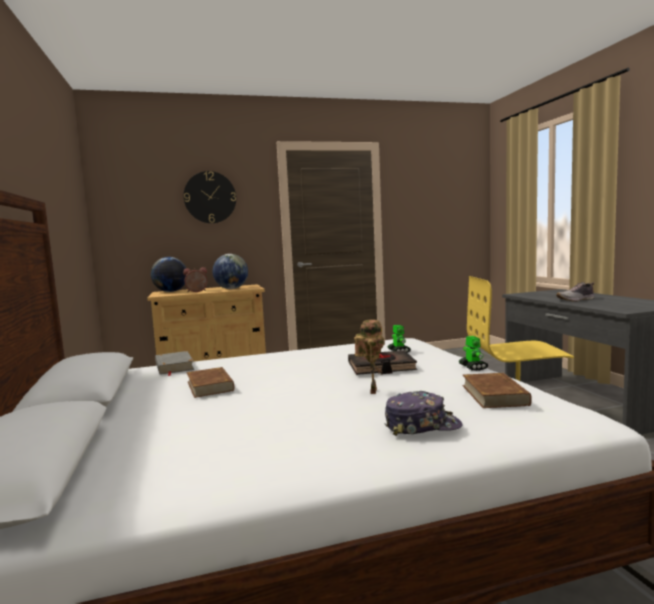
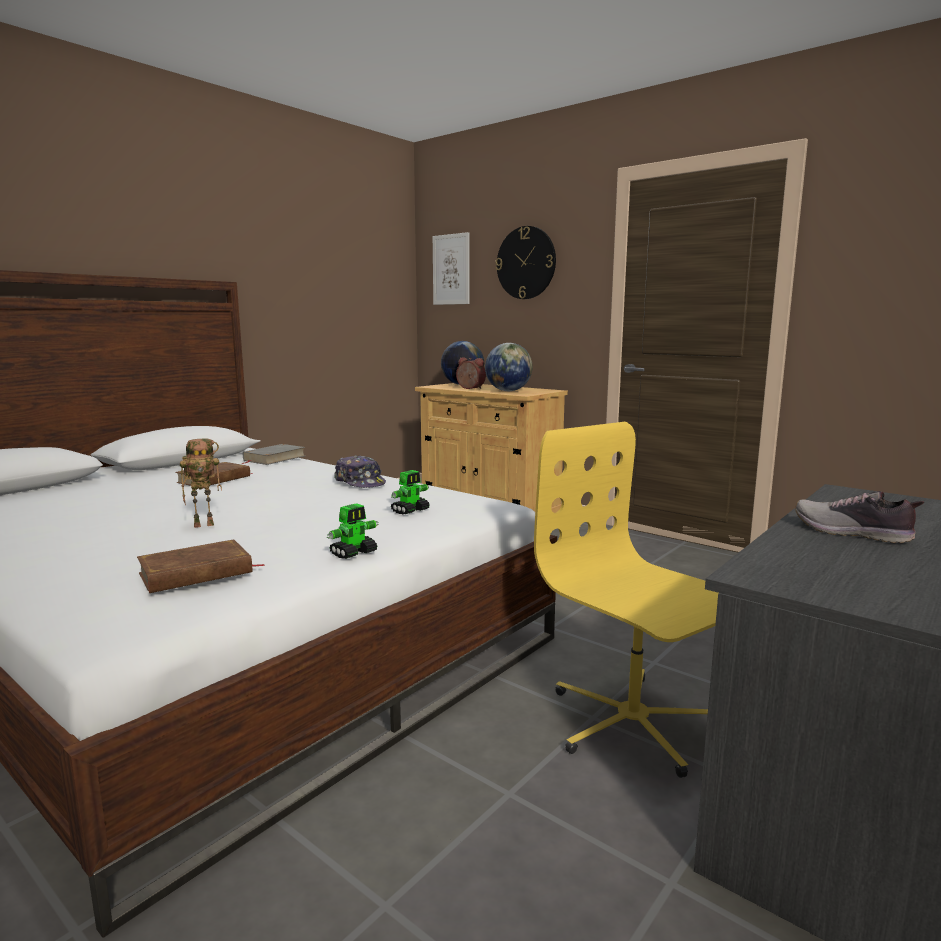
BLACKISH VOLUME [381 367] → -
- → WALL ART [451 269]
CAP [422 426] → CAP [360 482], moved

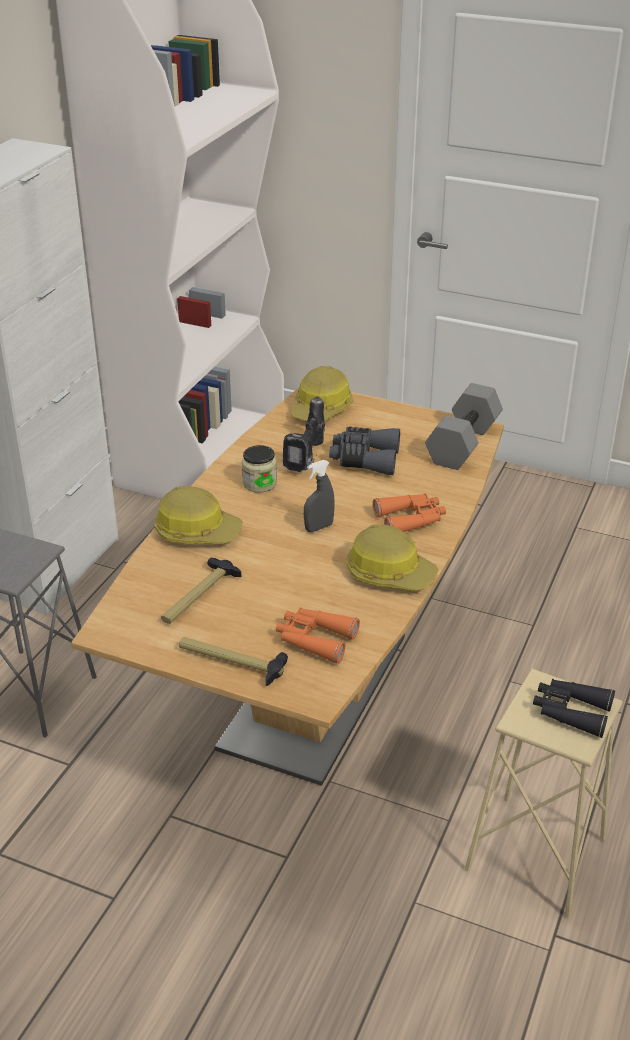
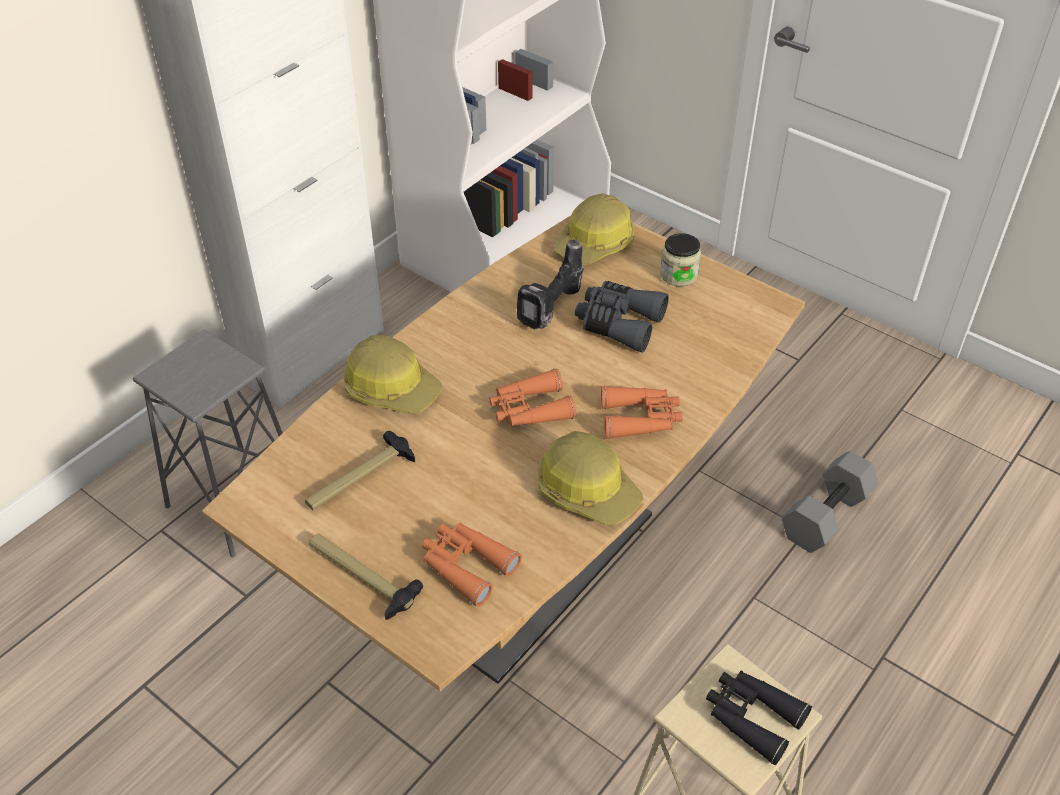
PRESERVE JAR [259 483] → PRESERVE JAR [678 275], moved
GRAY HAND WEIGHT [462 443] → GRAY HAND WEIGHT [825 514], moved
GRAY SPRAYER [319 527] → ORANGEY BINOCULARS [529 409]

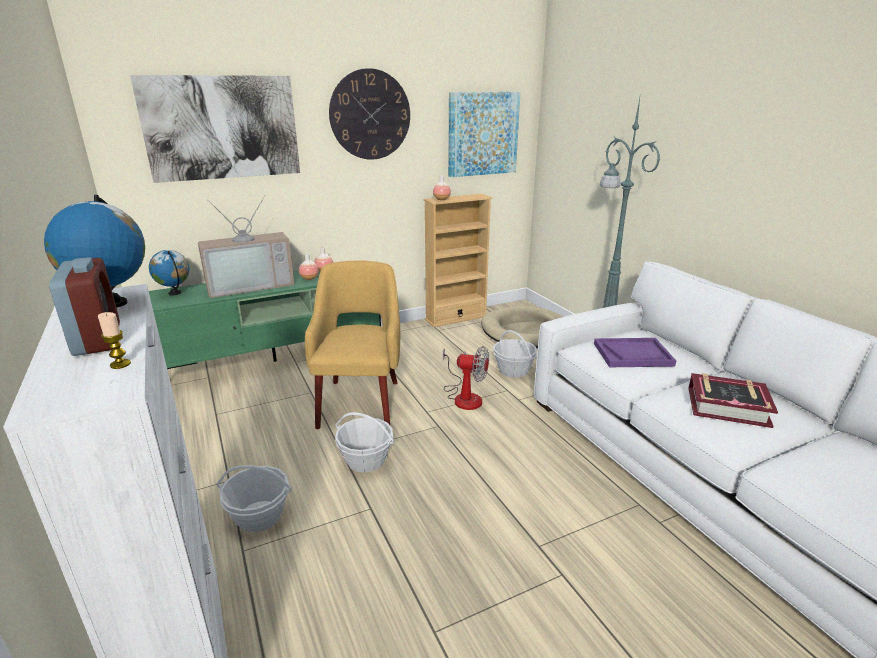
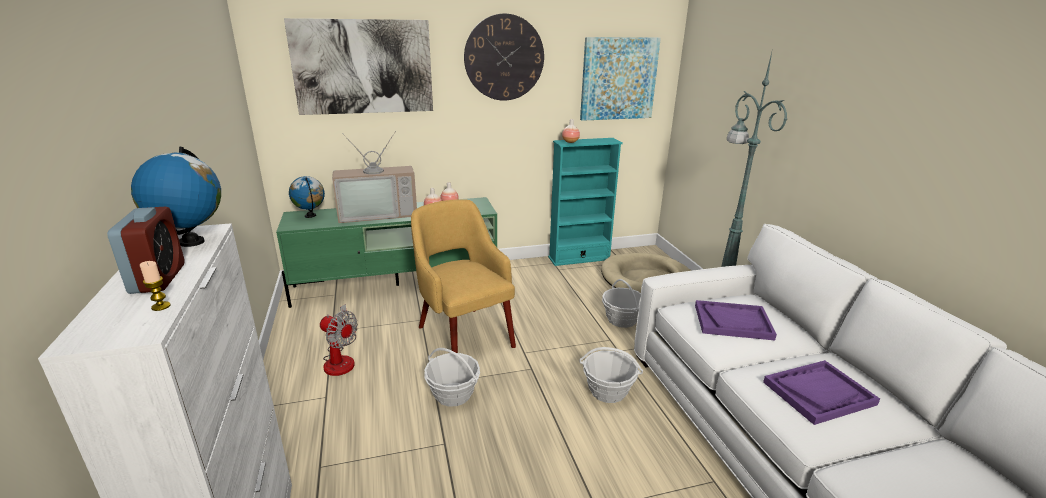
STORAGE BASKET [259 516] → STORAGE BASKET [608 391], moved
ELECTRIC FAN [464 396] → ELECTRIC FAN [341 359], moved
VOLUME [727 406] → PURPLISH CARRYING TRAY [818 393]
BEIGE SHELVING UNIT [456 318] → BLUE-GREEN SHELVING UNIT [579 258]
YELLOW-COLOURED EASY CHAIR [360 402] → YELLOW-COLOURED EASY CHAIR [464 334], 45 degrees counterclockwise

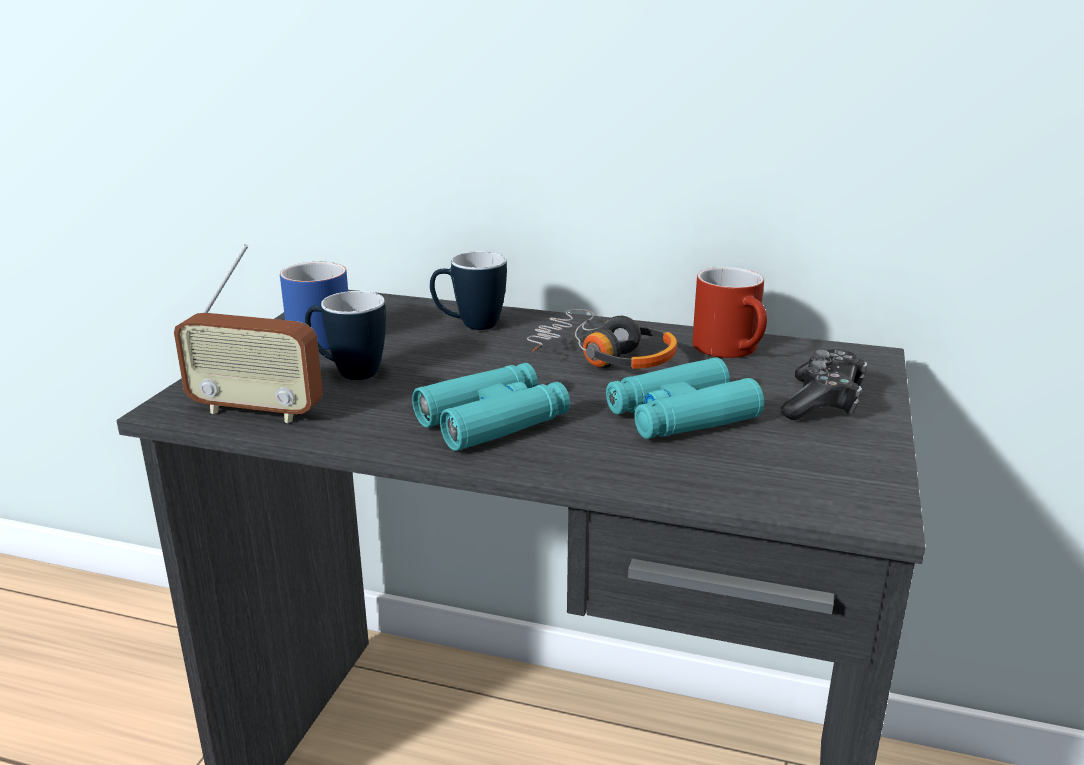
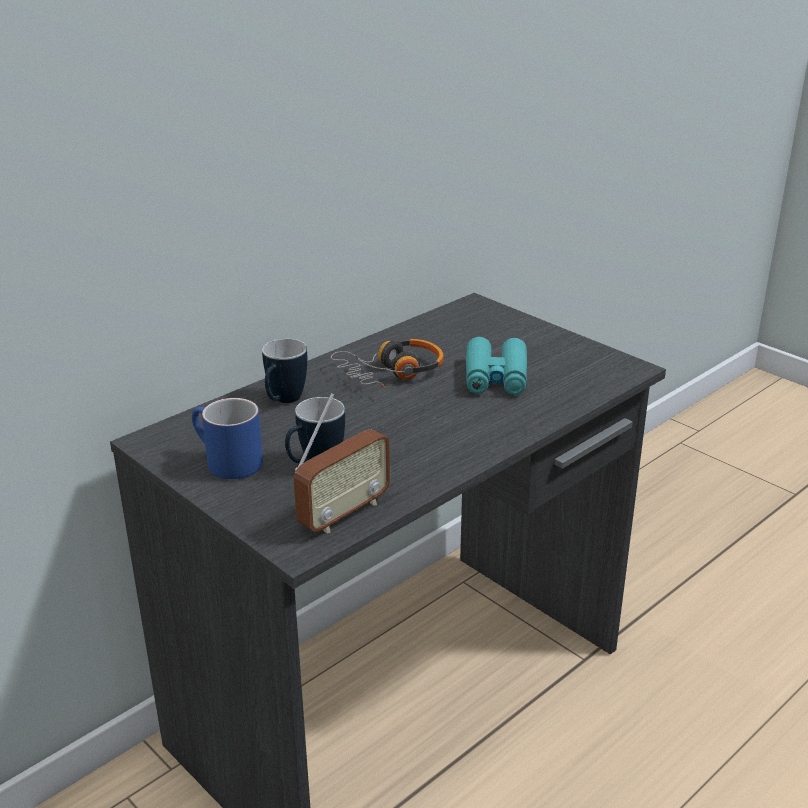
BLUE-GREEN BINOCULARS [493 420] → -
REDDISH MUG [734 350] → -
JOYPAD [823 402] → -

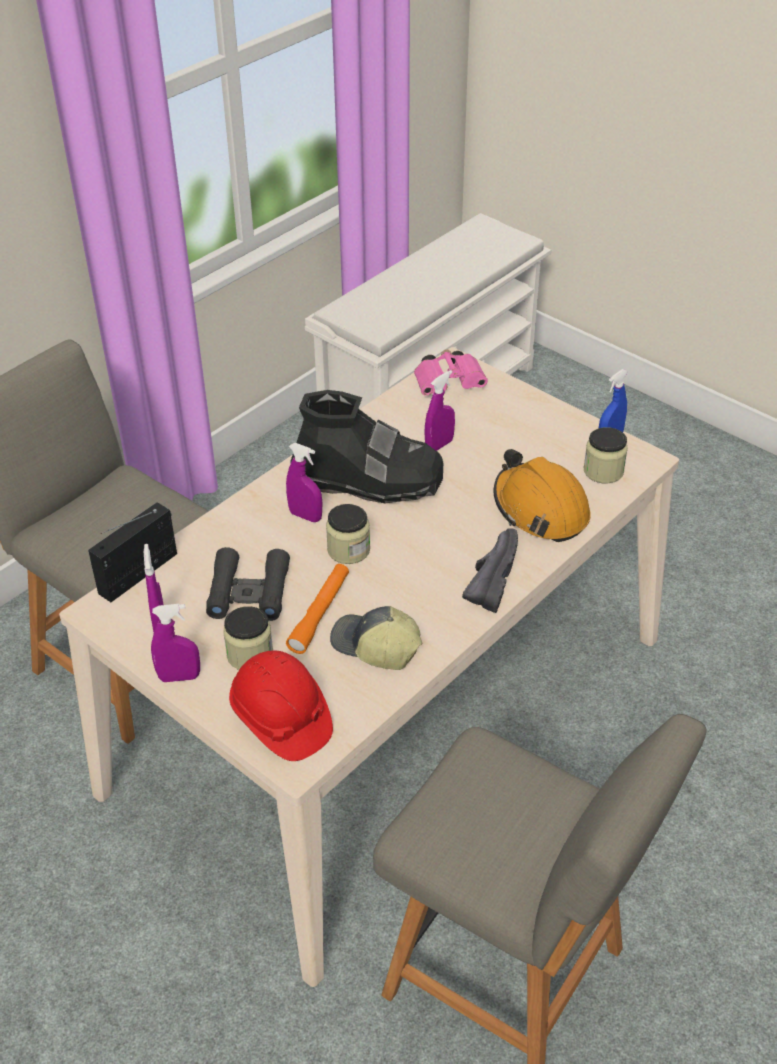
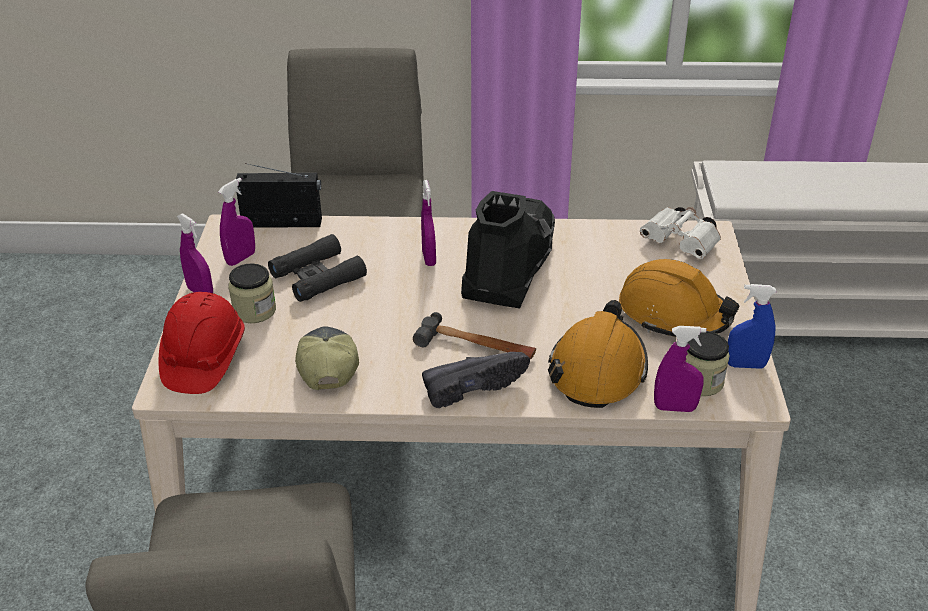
ORANGEY TORCH [320 614] → -
PRESERVE JAR [348 550] → -
- → TOOL HAMMER [476 346]
- → ORANGEY WORK HELMET [674 314]
PURPLISH SPRAYER [439 445] → PURPLISH SPRAYER [675 408], moved
PINKISH BINOCULARS [451 384] → WHITE BINOCULARS [682 244]
BLACKISH TALL BOOT [369 479] → BLACKISH TALL BOOT [509 265], 135 degrees counterclockwise

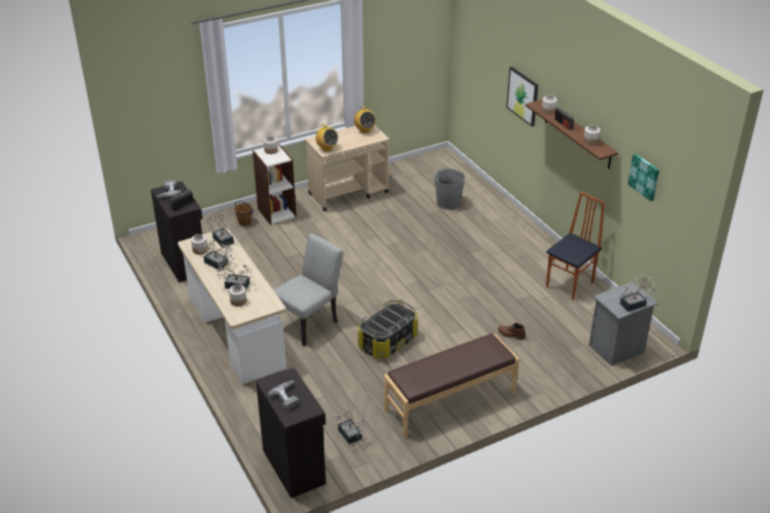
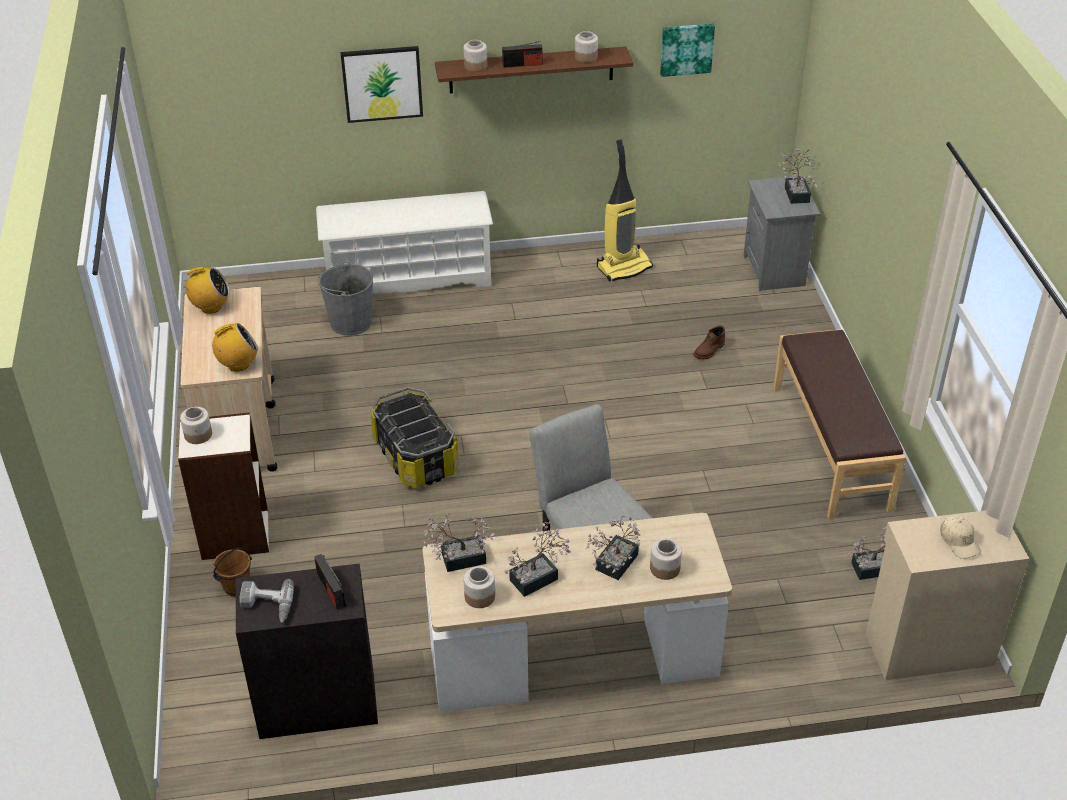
- → WHITE SHOE STAND [409 277]
STORAGE BOX [387 341] → STORAGE BOX [415 457], moved
POWER DRILL [288 397] → BEIGE CAP [959 541]
UPRIGHT CHAIR [570 285] → VACUUM [624 267]
BLACKISH CUPBOARD [294 466] → BEIGE CUPBOARD [927 647]

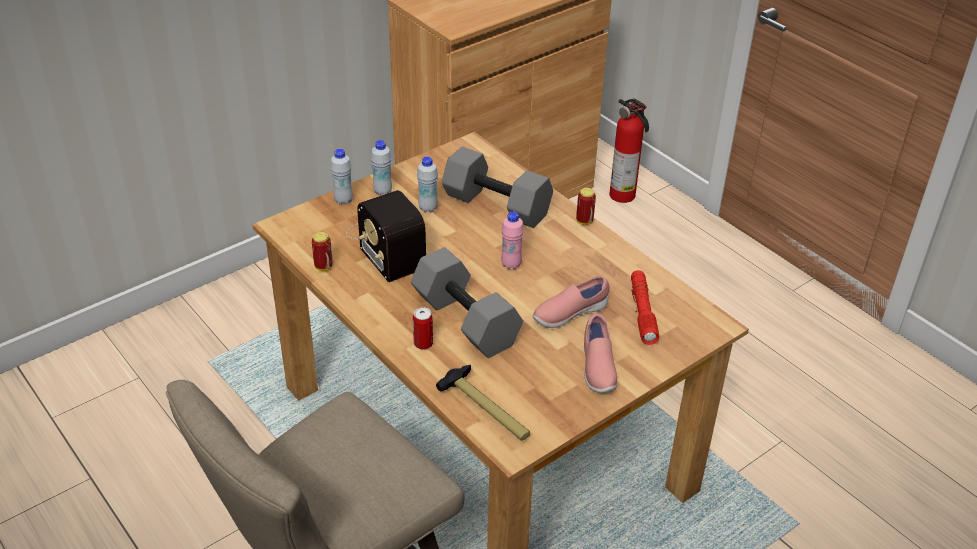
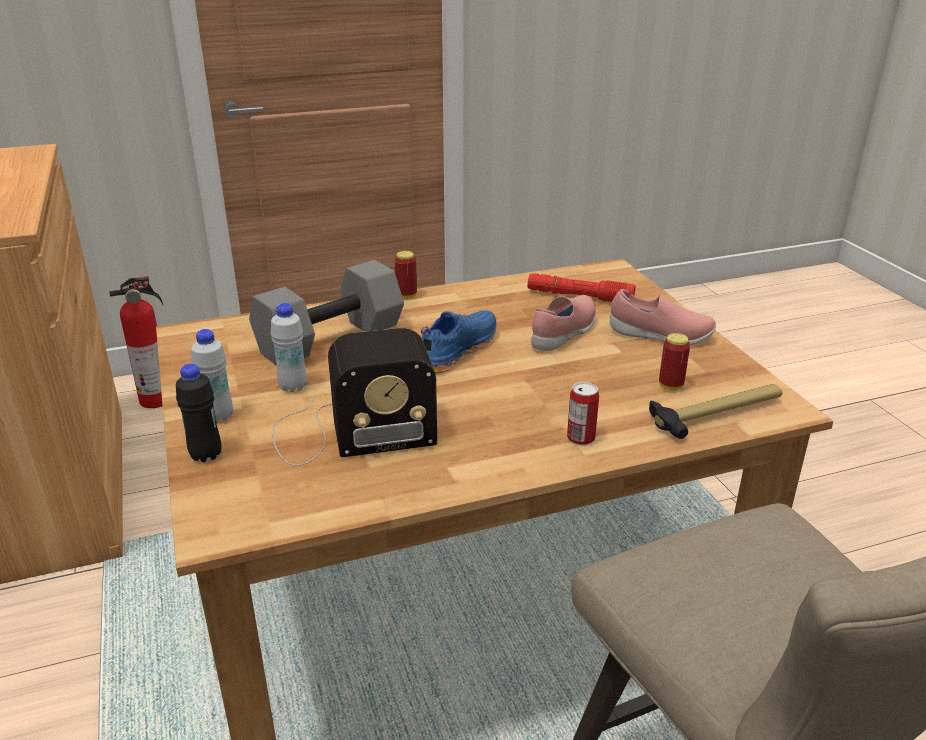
GRAY HAND WEIGHT [463 320] → -
CAN [323 267] → CAN [670 386], moved
PINKISH BOTTLE [511 264] → BLUE-COLOURED LOW SHOE [455 351]
WHITE BOTTLE [343 200] → BLACKISH BOTTLE [206 455]
PINKISH LOW SHOE [569 314] → PINKISH LOW SHOE [564 334], 135 degrees counterclockwise

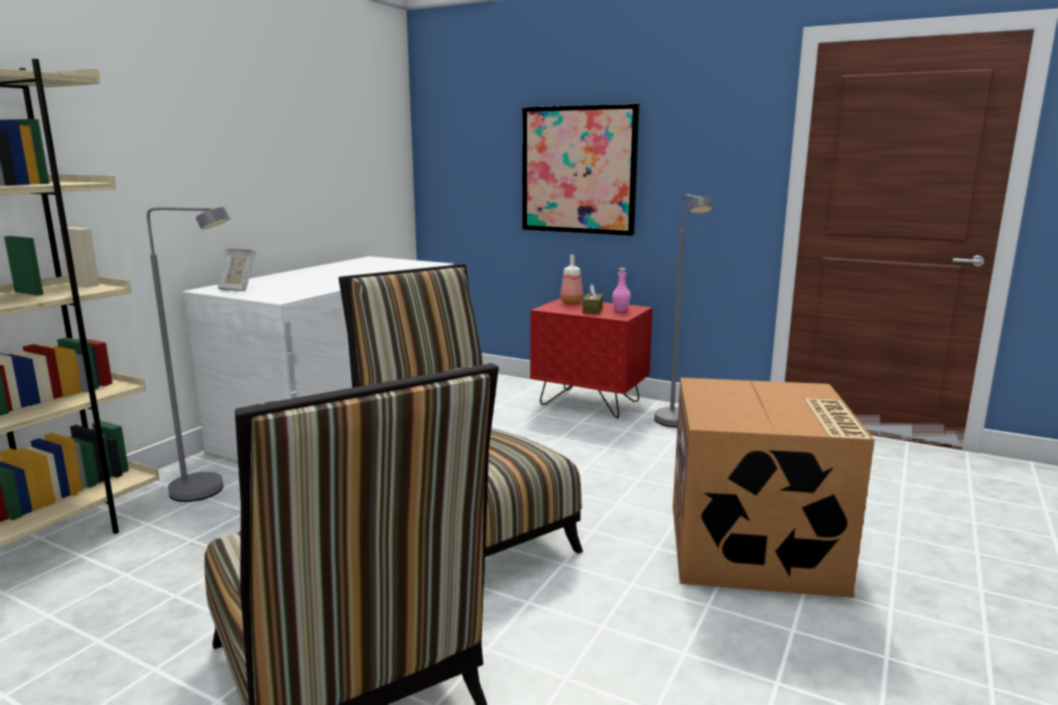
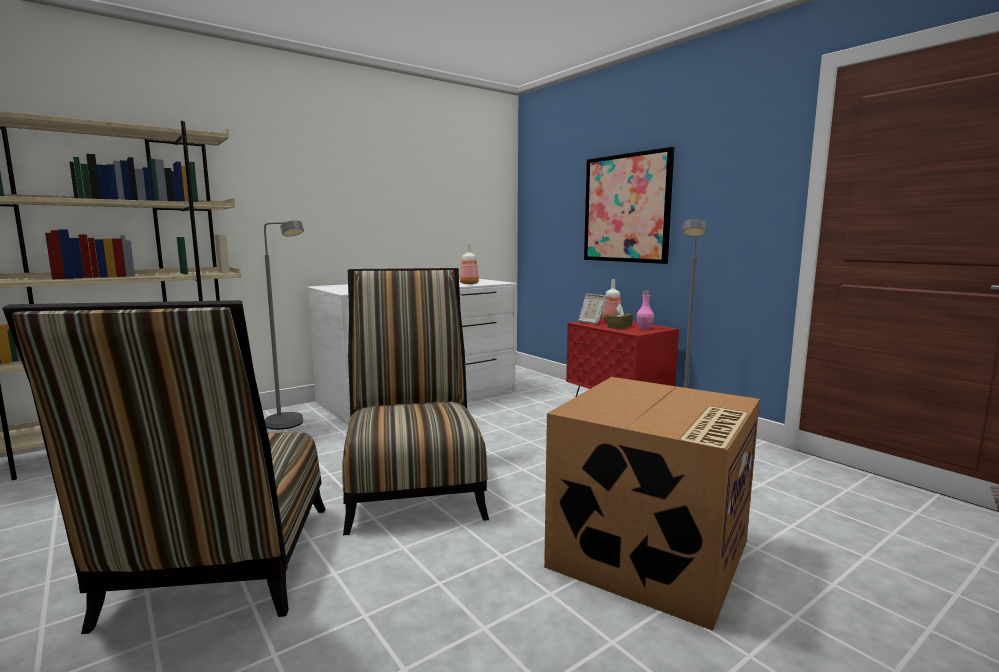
- → BOTTLE [469 283]
STANDING FRAME [238 289] → STANDING FRAME [591 322], moved

